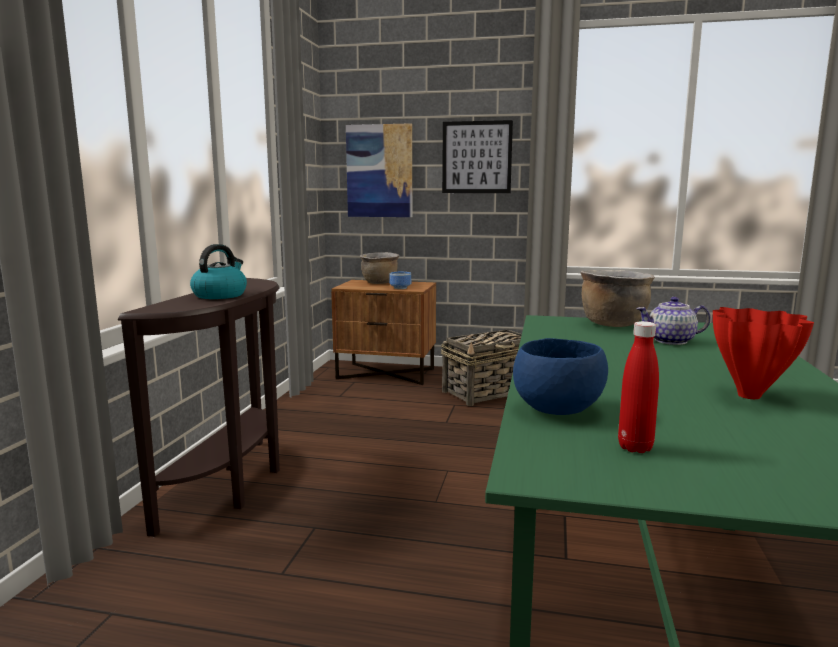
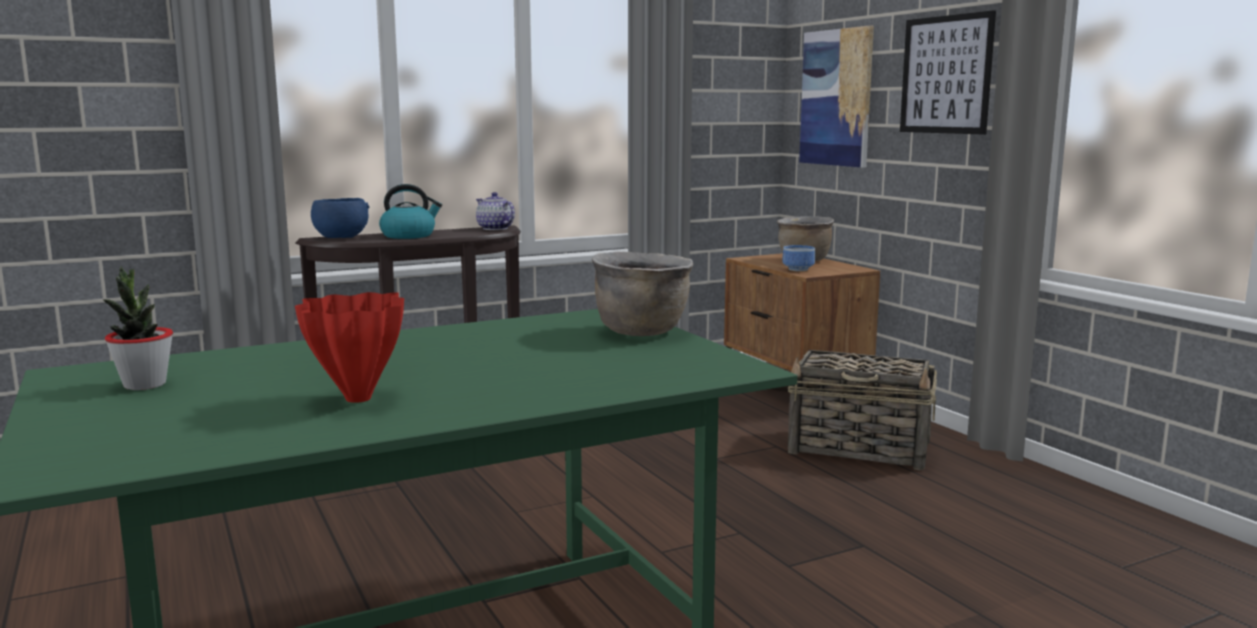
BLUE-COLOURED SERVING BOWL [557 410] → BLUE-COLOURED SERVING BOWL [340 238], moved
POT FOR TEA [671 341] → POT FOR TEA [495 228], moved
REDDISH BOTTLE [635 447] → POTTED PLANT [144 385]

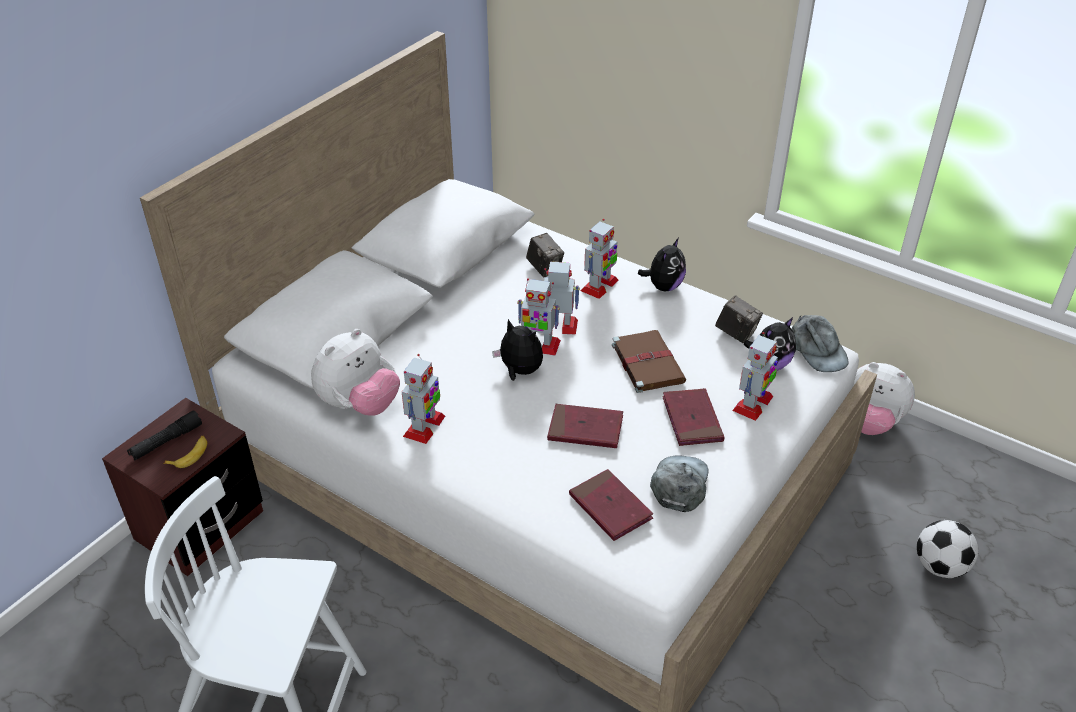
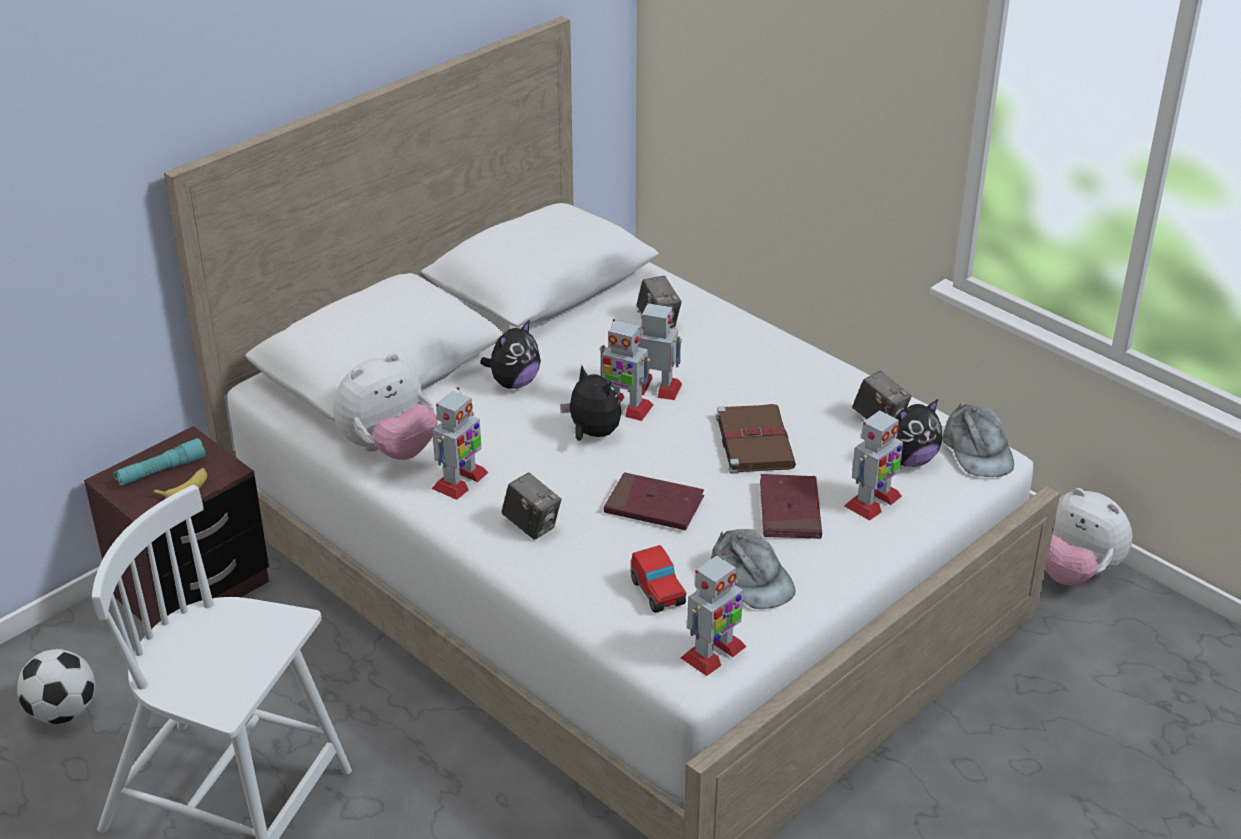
- → STILL CAMERA [532 525]
ROBOT FIGURE [599 286] → ROBOT FIGURE [713 653], moved
CUDDLY TOY [663 286] → CUDDLY TOY [513 383], moved
BALL FOR FOOTBALL [940 566] → BALL FOR FOOTBALL [63 712], moved
REDDISH VOLUME [610 507] → MODEL CAR [658 593]
BLACKISH TORCH [166 442] → BLUE-GREEN TORCH [161 471]
GRAY CAP [679 484] → GRAY CAP [750 578], 120 degrees clockwise

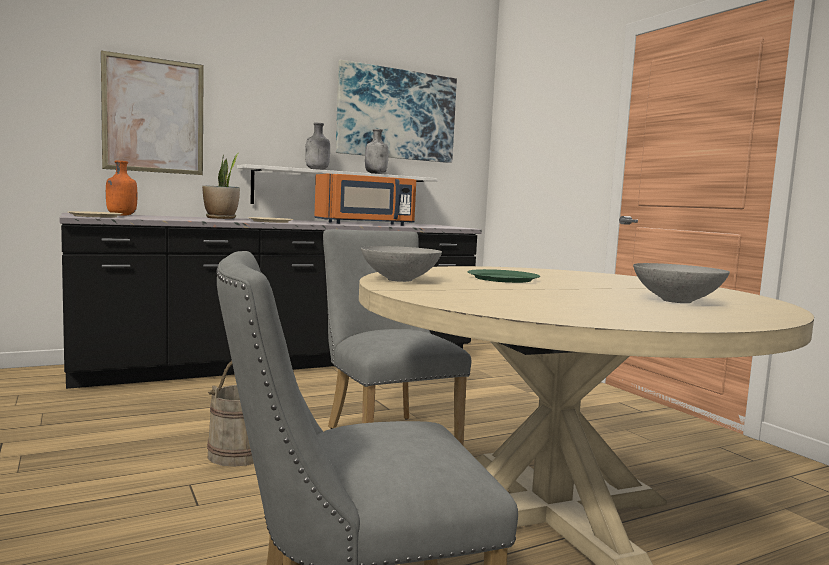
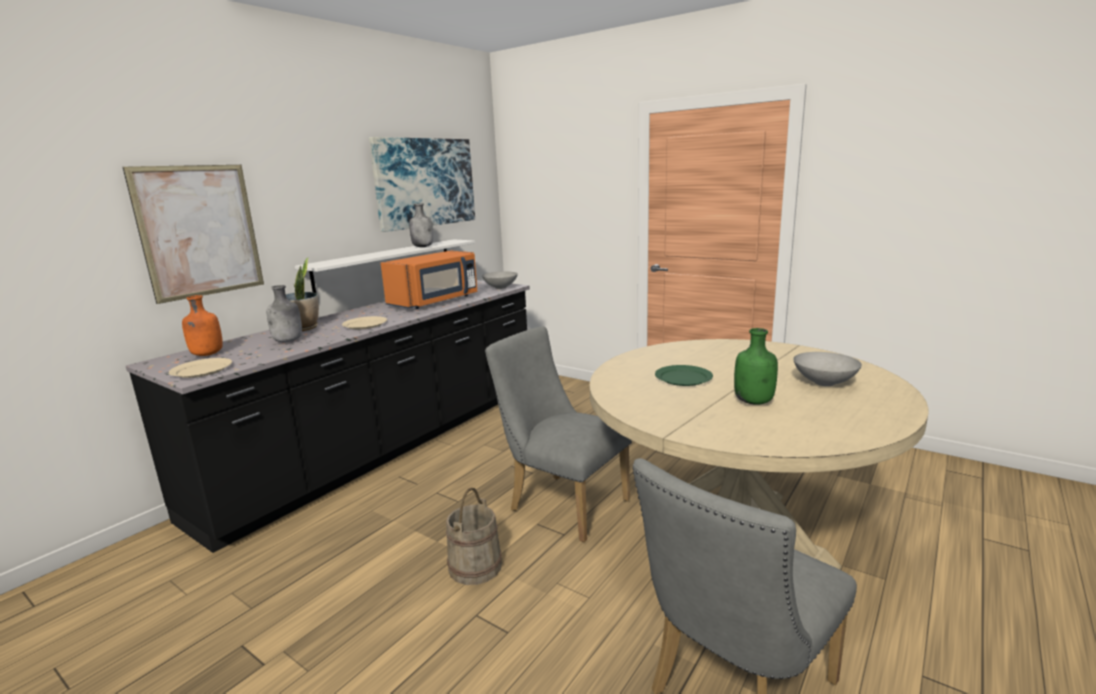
- → GREEN-COLOURED BOTTLE [754 401]
GRAY BOTTLE [317 169] → GRAY BOTTLE [288 341], moved
GRAY SERVING BOWL [398 280] → GRAY SERVING BOWL [500 288], moved

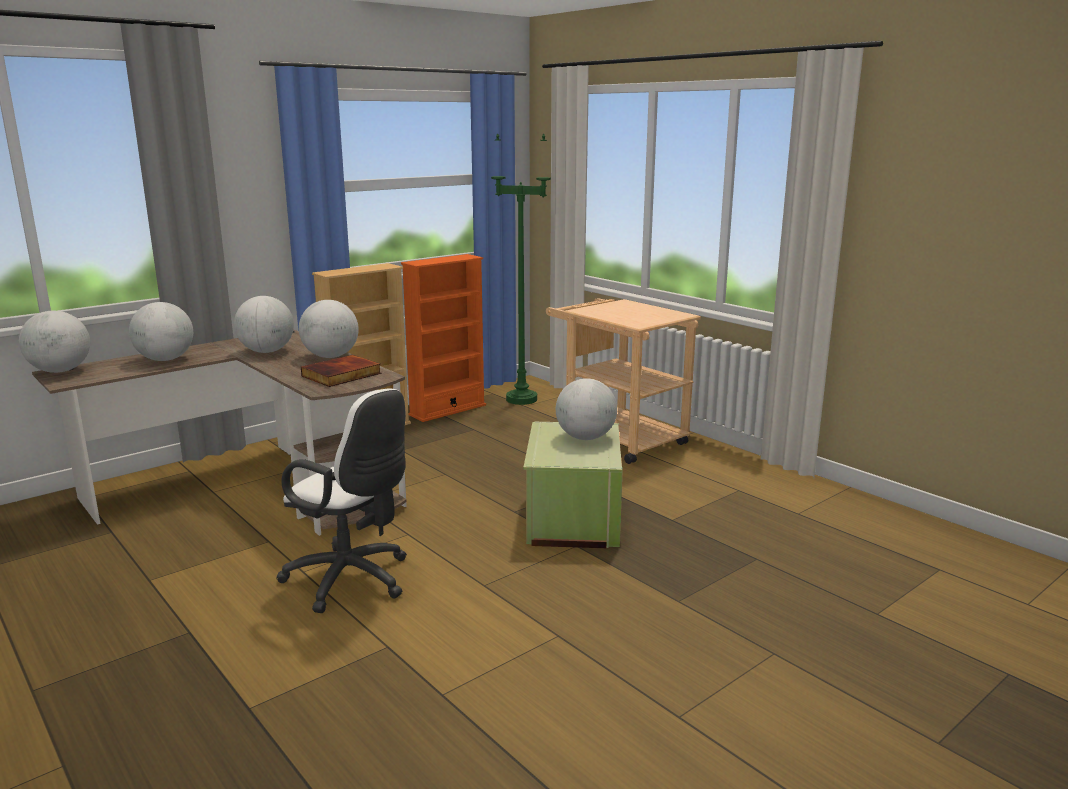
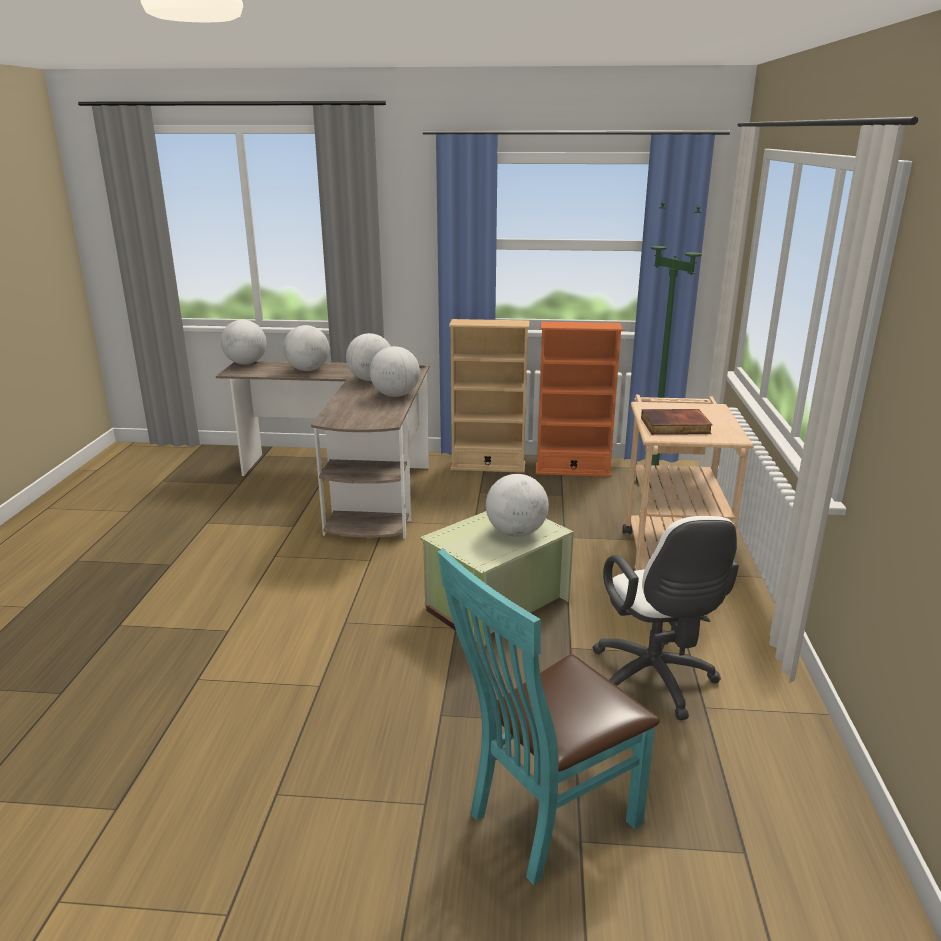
- → BLUE-GREEN UPRIGHT CHAIR [545 820]
WHITE OFFICE CHAIR [353 581] → WHITE OFFICE CHAIR [655 682], moved
VOLUME [342 375] → VOLUME [675 426], moved

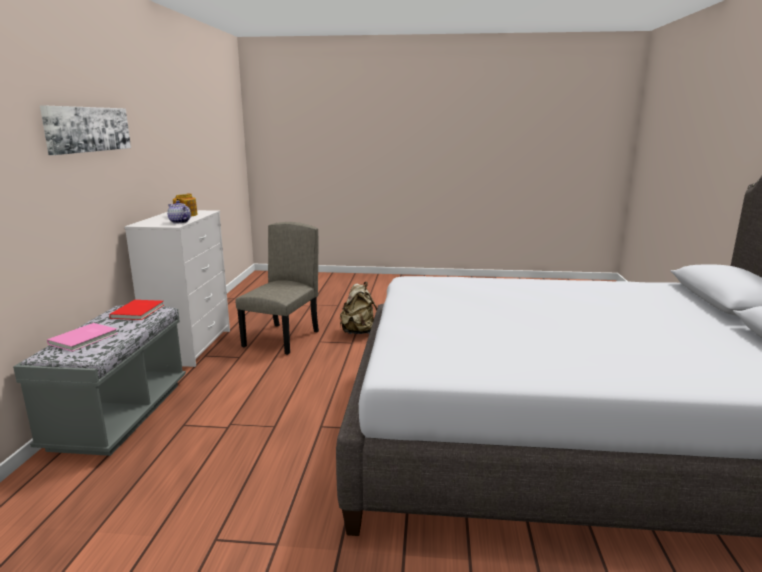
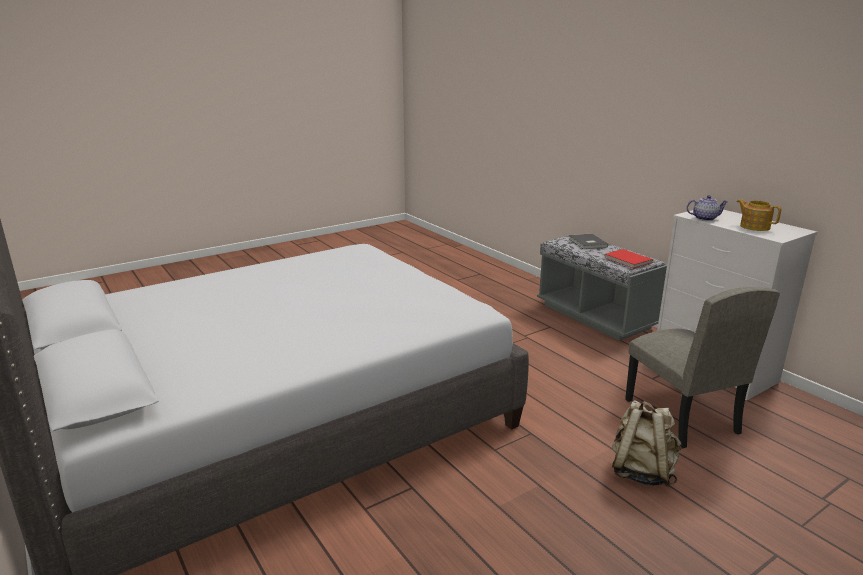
WALL ART [88 129] → -
PINKISH VOLUME [85 338] → GRAY VOLUME [587 243]

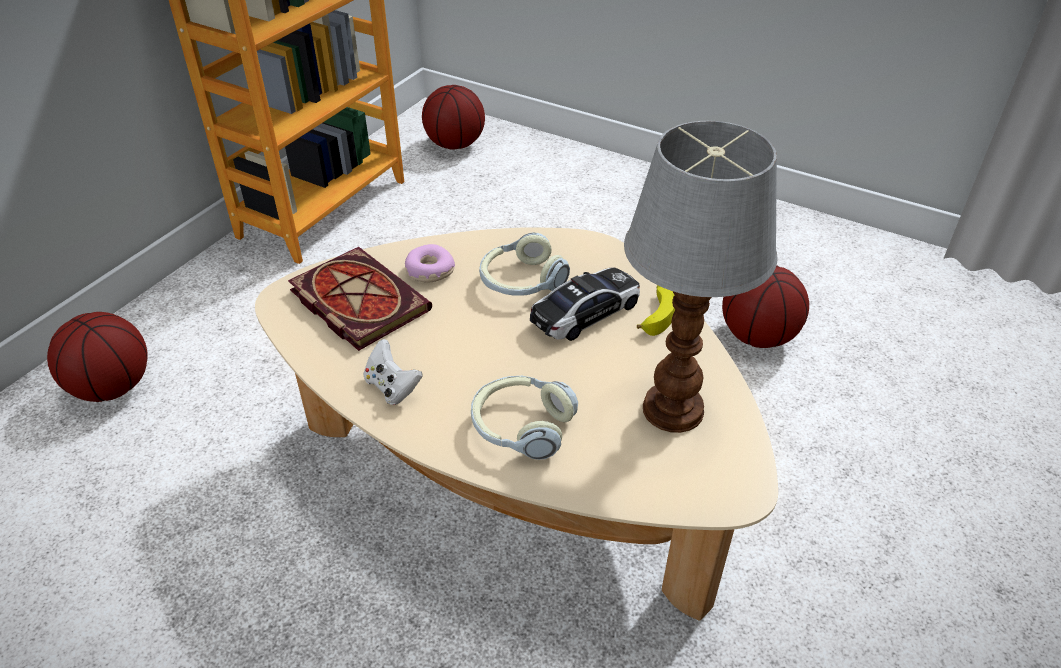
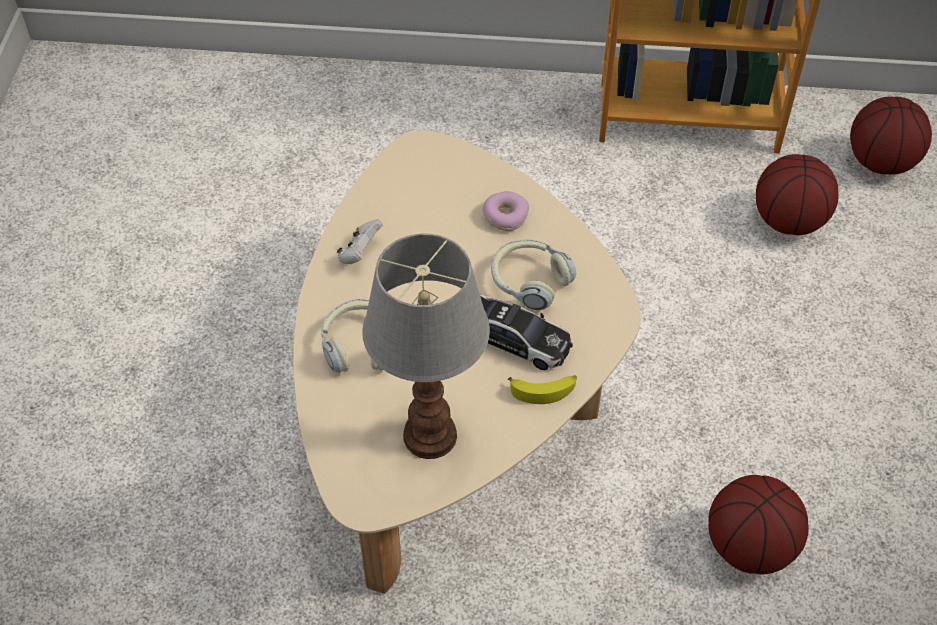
VOLUME [355 301] → -
BASKETBALL [113 387] → BASKETBALL [789 221], moved

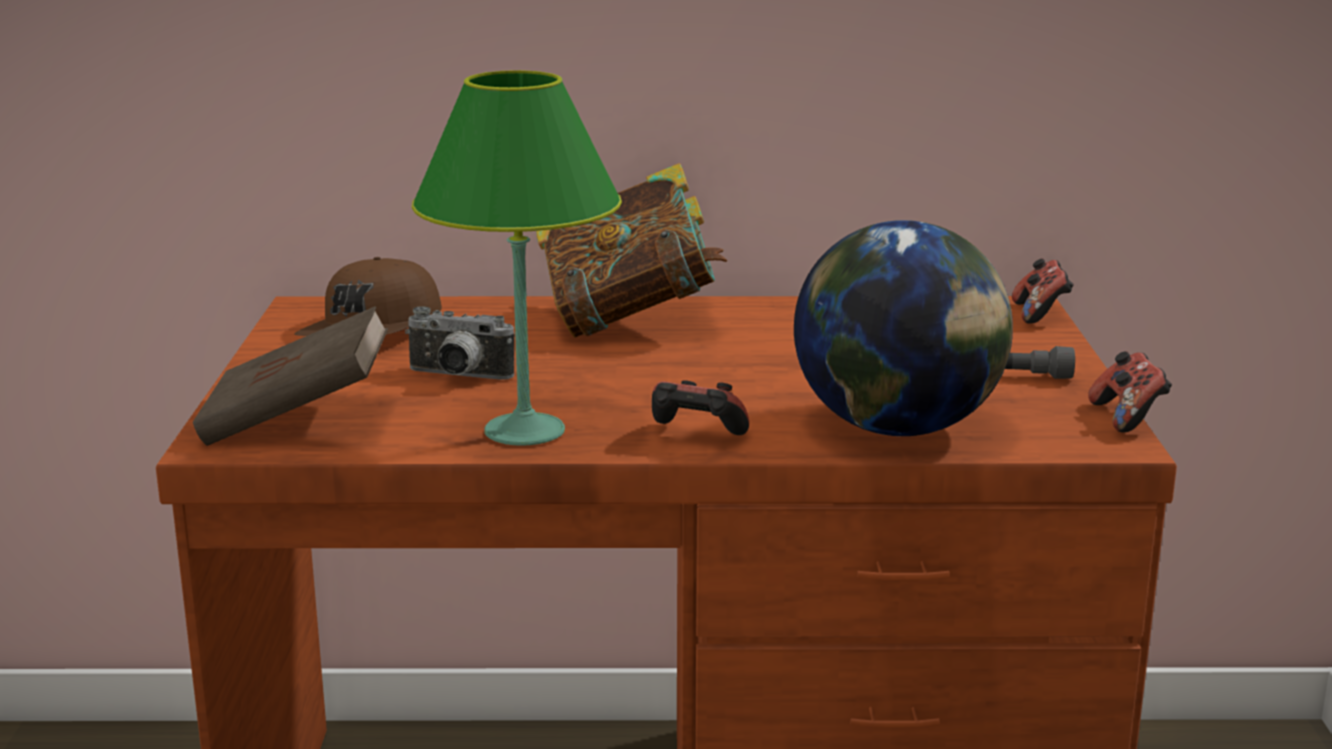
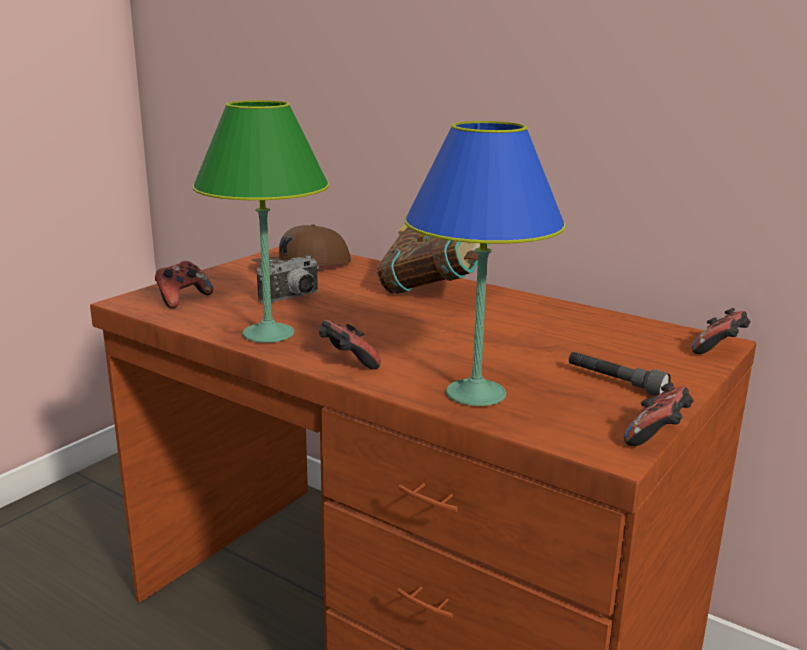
BROWN-COLOURED VOLUME [297 420] → JOYPAD [182 299]
GLOBE [898 428] → BLUE-COLOURED TABLE LAMP [476 394]
STILL CAMERA [457 377] → STILL CAMERA [293 298], 90 degrees counterclockwise

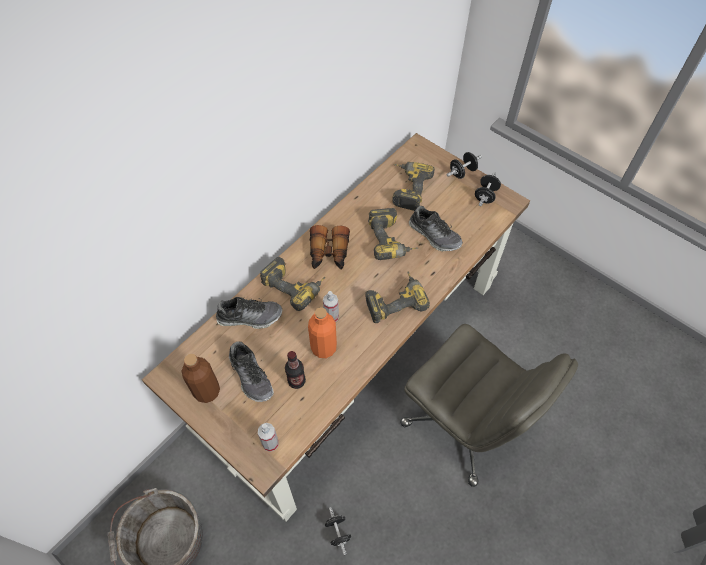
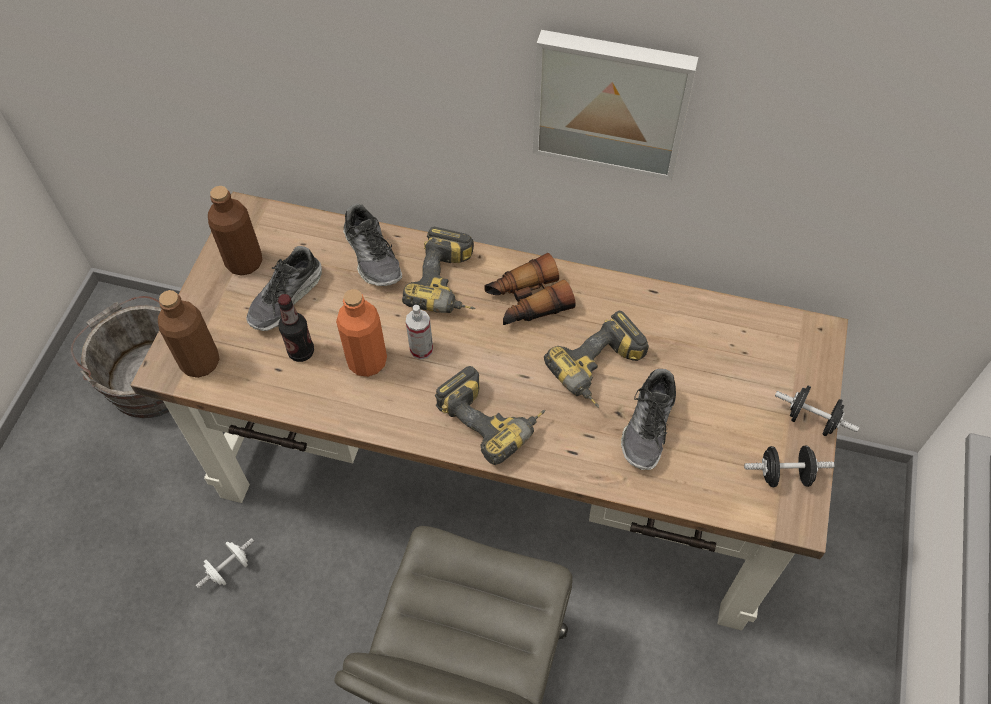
POWER DRILL [407 188] → -
- → WALL ART [611 102]
SPRAYER [270 443] → BROWN-COLOURED BOTTLE [200 362]
BLACKISH HAND WEIGHT [338 532] → WHITE HAND WEIGHT [229 568]

